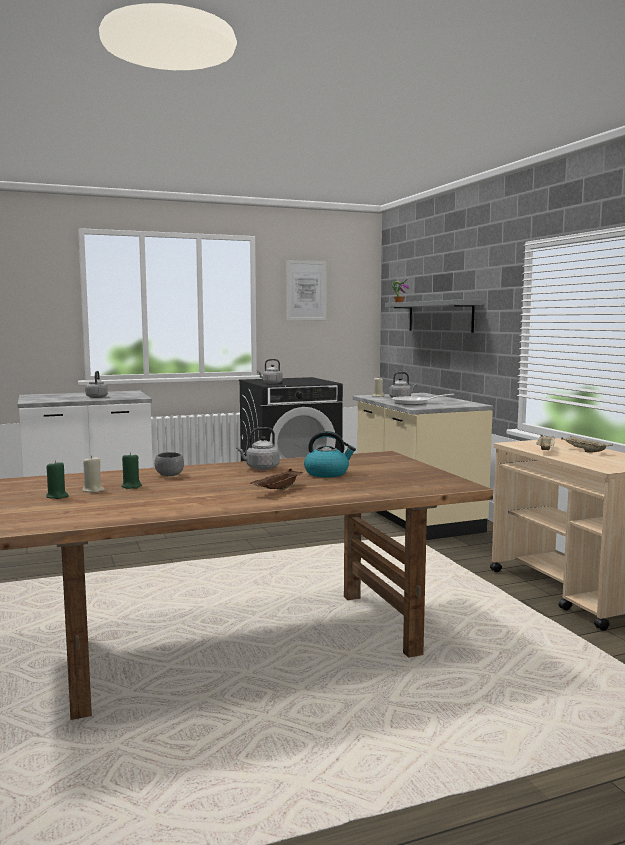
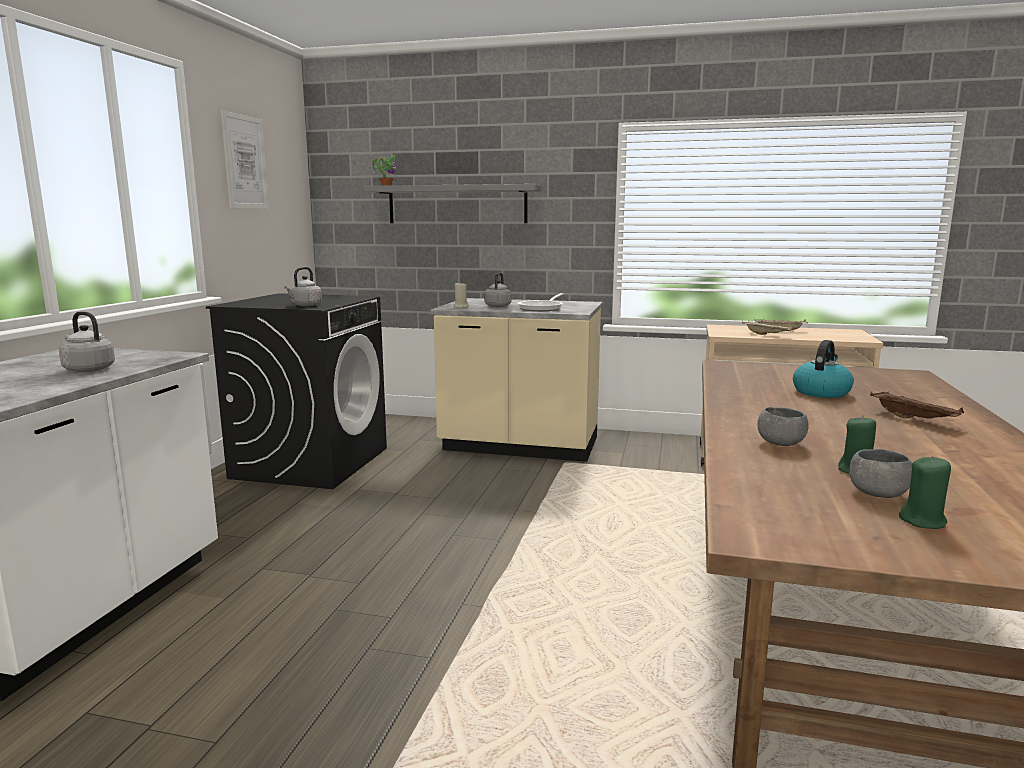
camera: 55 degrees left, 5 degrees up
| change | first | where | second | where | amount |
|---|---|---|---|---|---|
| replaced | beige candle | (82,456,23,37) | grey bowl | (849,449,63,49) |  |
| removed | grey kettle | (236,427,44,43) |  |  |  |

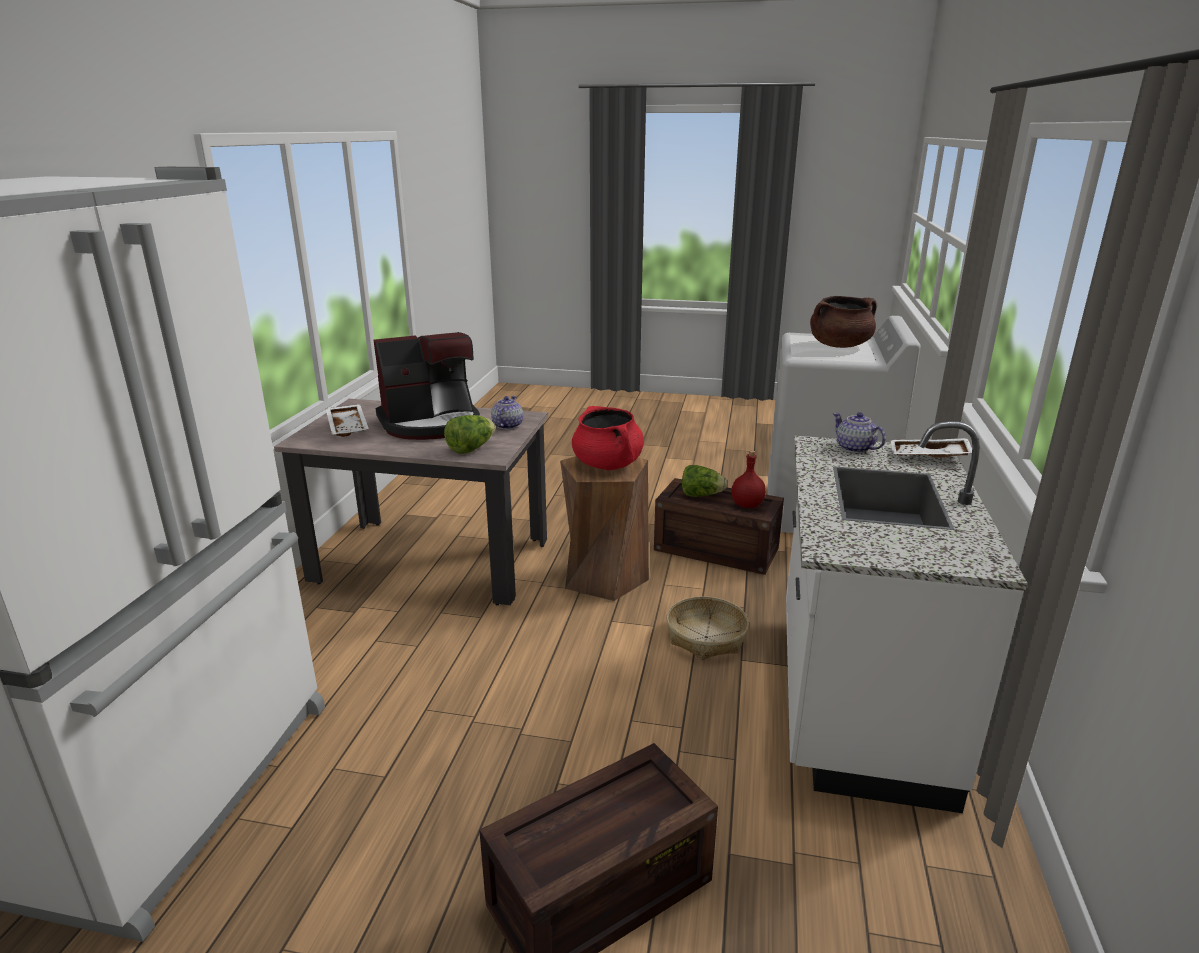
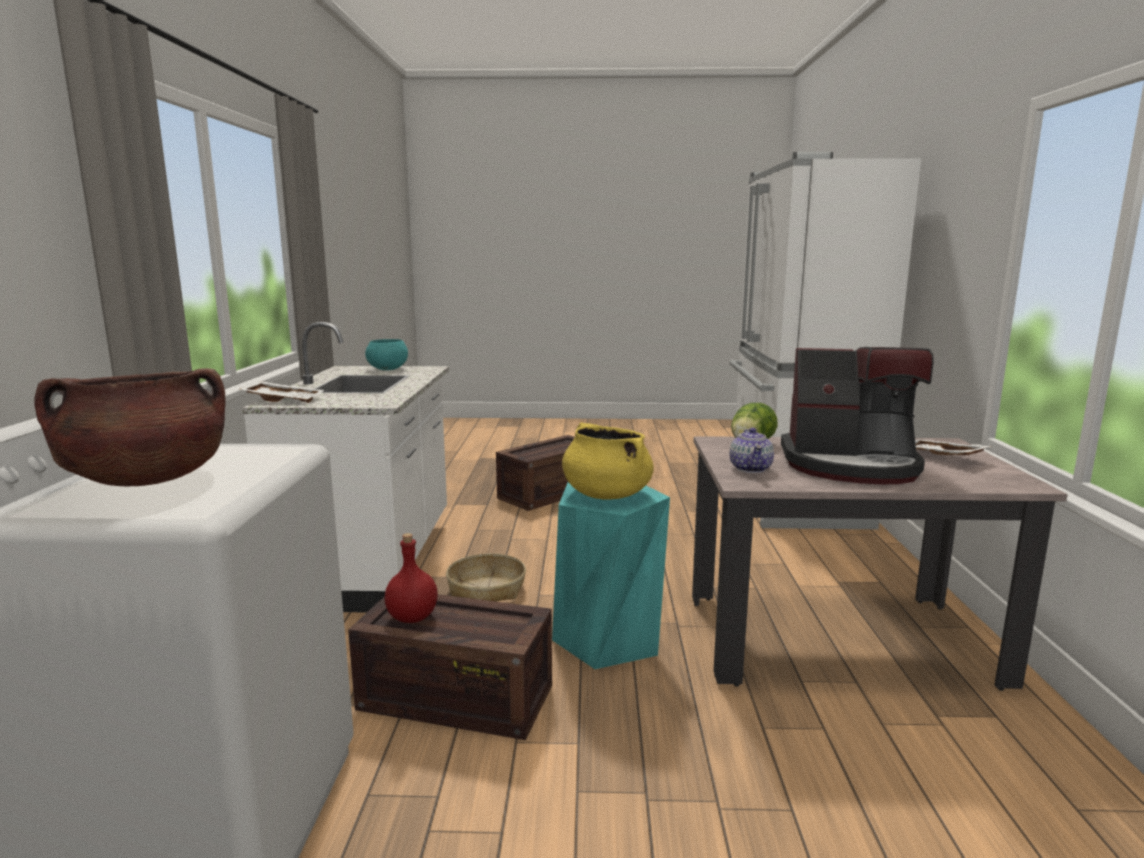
camera: 170 degrees right, 10 degrees down
| change | first | where | second | where | amount |
|---|---|---|---|---|---|
| added |  |  | turquoise bowl | (365,339,43,31) |  |
| recoloured | brown stool | (560,456,89,145) | turquoise stool | (552,482,118,187) |  |
| recoloured | red cooking pot | (572,406,72,64) | yellow cooking pot | (562,422,92,78) |  |
| turned | coffee machine | (374,332,106,108) |  | (781,347,152,137) | 135 degrees counterclockwise |
| removed | lettuce | (682,465,45,32) |  |  |  |
| removed | teapot | (833,412,53,41) |  |  |  |

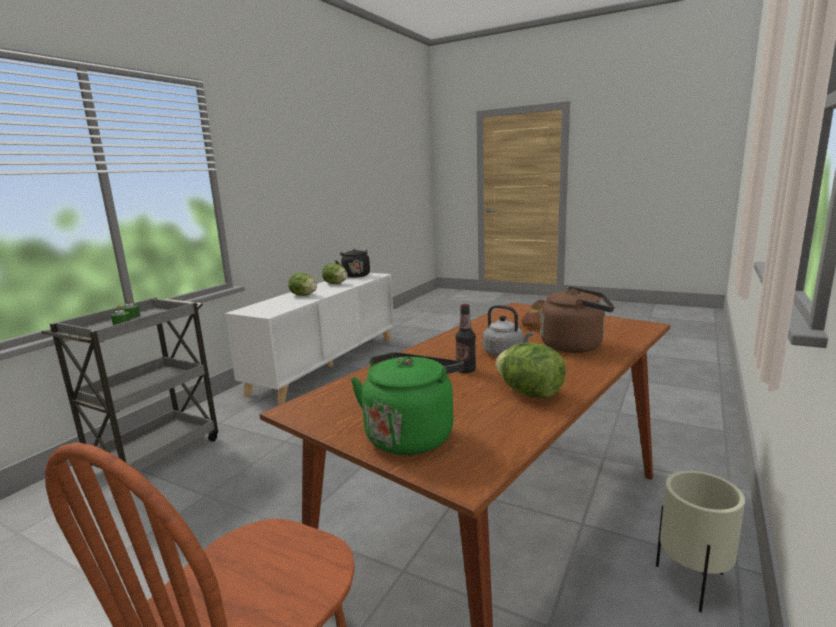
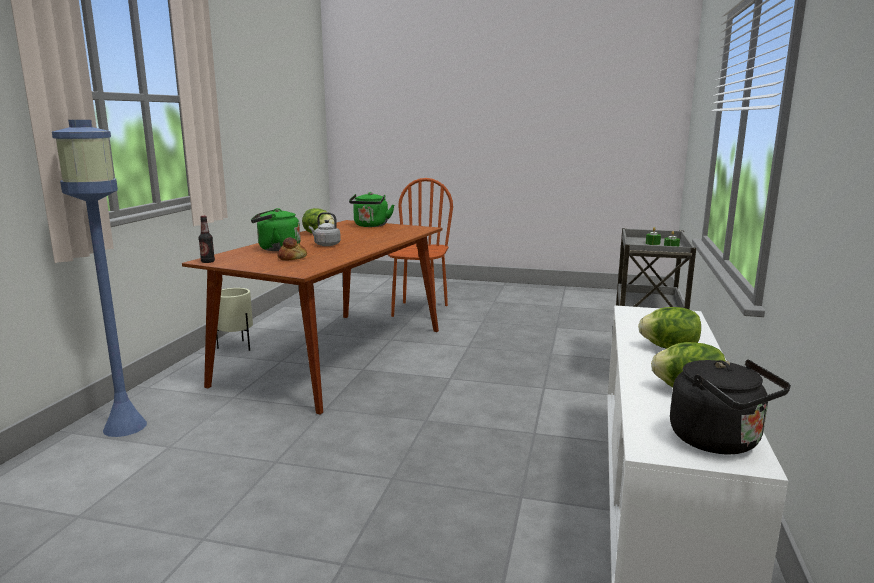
camera: 165 degrees right, 0 degrees up
| change | first | where | second | where | amount |
|---|---|---|---|---|---|
| added |  |  | blue floor lamp | (52,120,95,317) |  |
| moved | bottle | (456,304,20,69) |  | (198,216,17,47) |  |
| recoloured | brown kettle | (540,286,75,67) | green kettle | (251,208,50,43) |  |

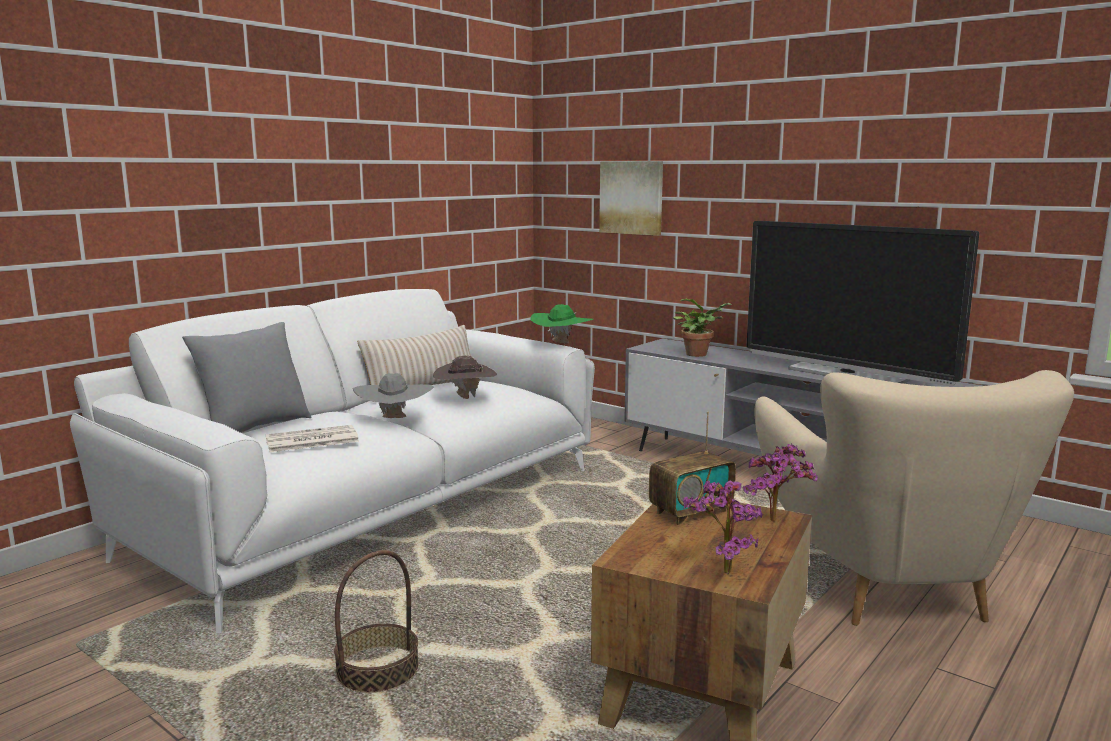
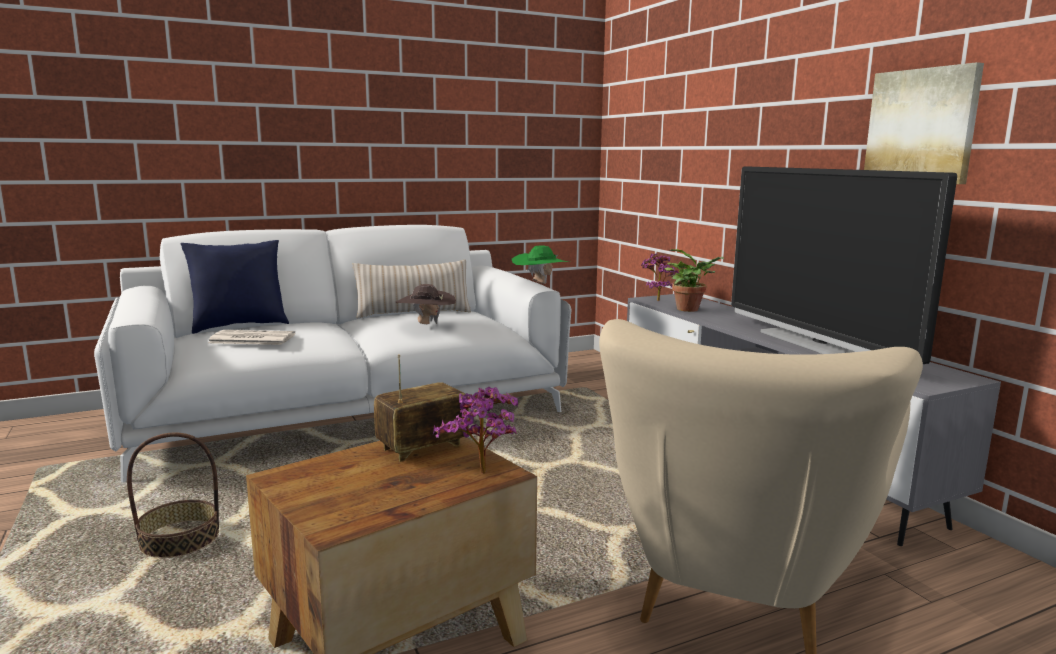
camera: 25 degrees right, 0 degrees up
| change | first | where | second | where | amount |
|---|---|---|---|---|---|
| recoloured | grey pillow | (182,322,130,111) | blue pillow | (181,240,108,94) |  |
| turned | radio | (649,412,87,113) |  | (374,355,95,107) | 150 degrees clockwise |
| moved | potted plant | (683,480,79,94) |  | (641,253,37,48) |  |
| moved | picture | (599,161,64,75) |  | (864,62,120,122) |  |
| removed | grey hat | (353,373,81,45) |  |  |  |

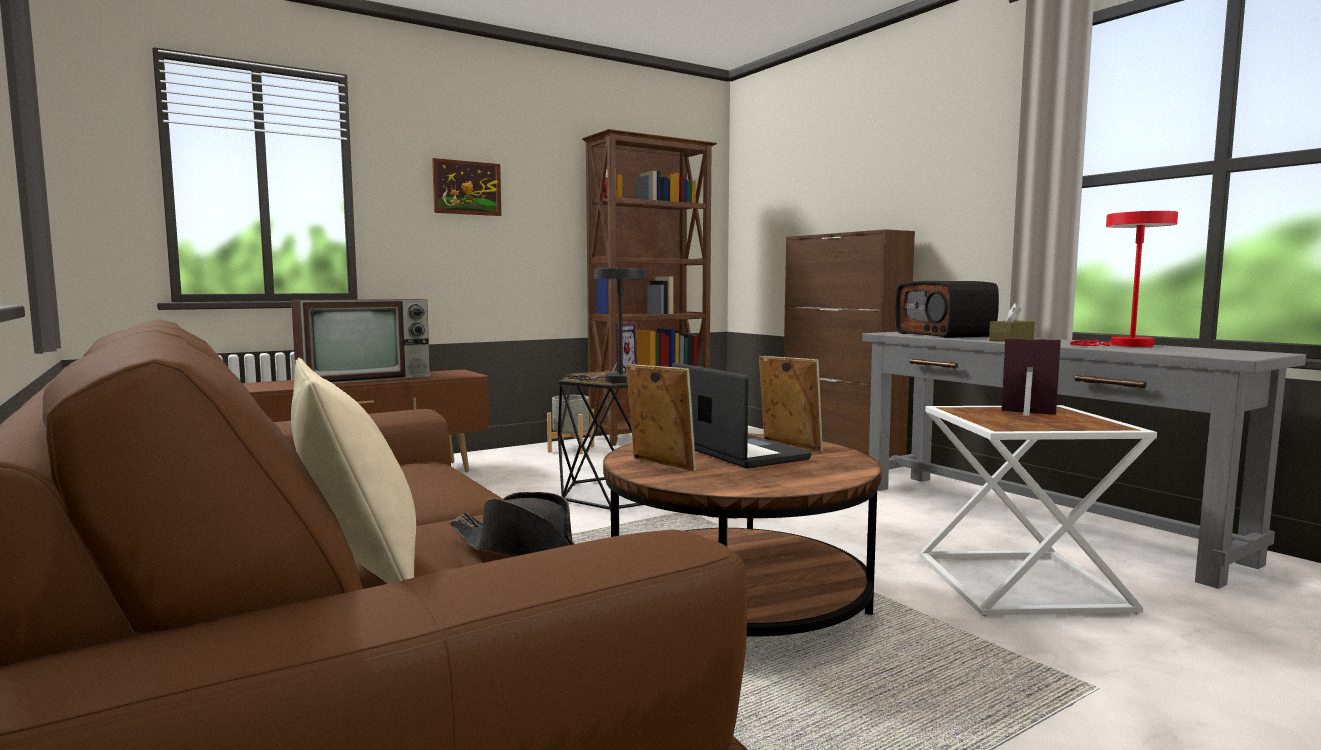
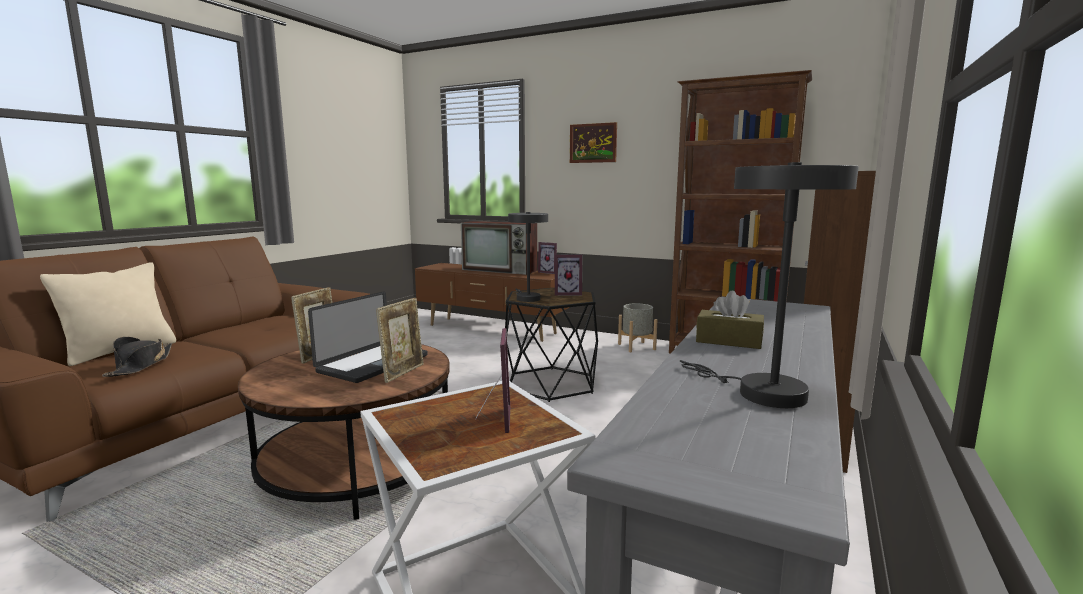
camera: 60 degrees right, 5 degrees up
| change | first | where | second | where | amount |
|---|---|---|---|---|---|
| added |  |  | picture frame | (538,242,19,32) |  |
| recoloured | red table lamp | (1070,211,108,136) | grey table lamp | (680,162,179,246) |  |
| removed | radio | (895,281,104,57) |  |  |  |

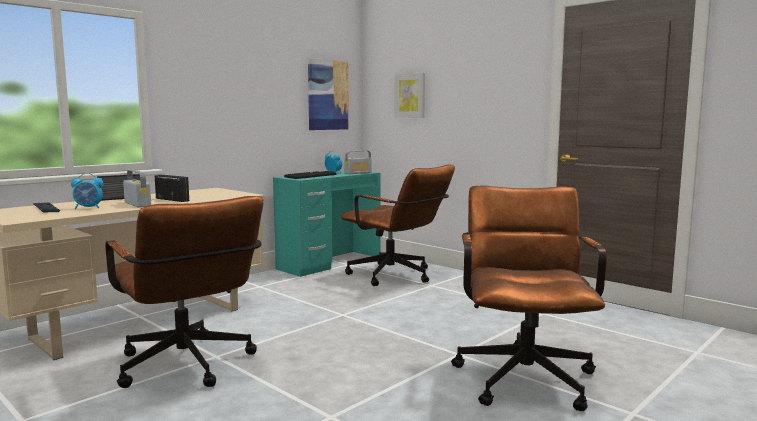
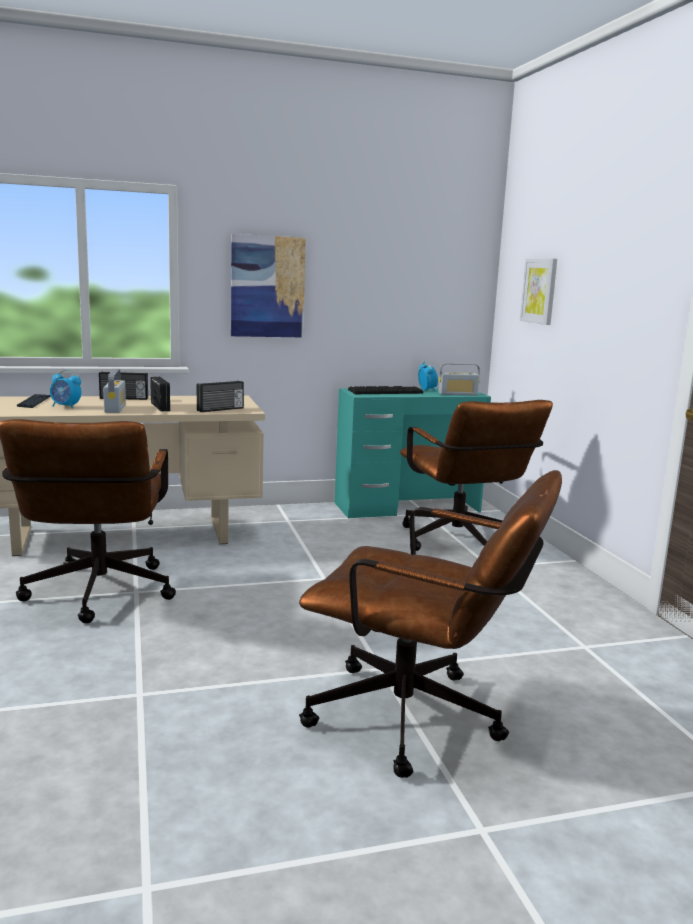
camera: 30 degrees right, 5 degrees up
| change | first | where | second | where | amount |
|---|---|---|---|---|---|
| added |  |  | radio | (197,381,47,31) |  |
| moved | picture | (308,58,41,72) |  | (231,234,75,103) |  |
| turned | brown office chair | (451,186,156,225) |  | (299,470,263,308) | 75 degrees clockwise |

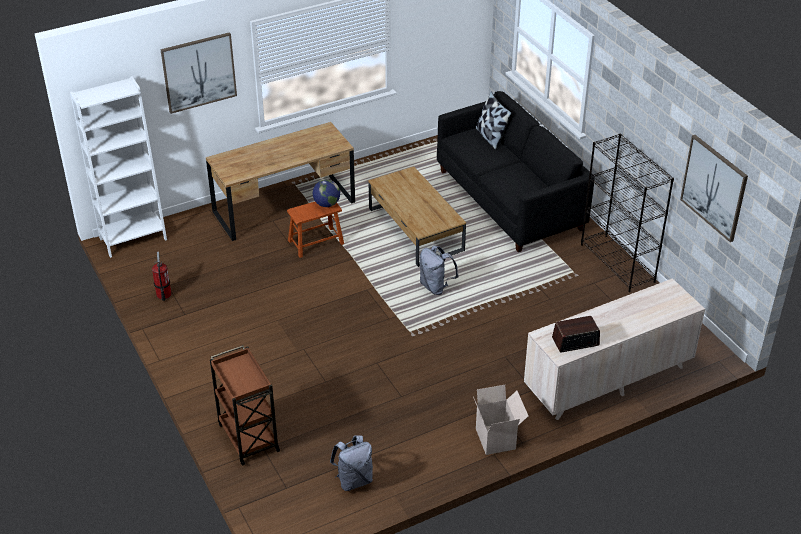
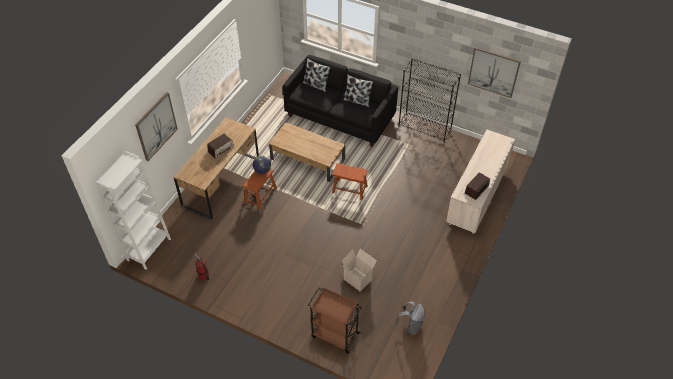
camera: 35 degrees left, 10 degrees up
| change | first | where | second | where | amount |
|---|---|---|---|---|---|
| added |  |  | radio | (207,134,27,25) |  |
| replaced | grey backpack | (420,246,39,49) | brown stool | (332,163,36,37) |  |
| moved | cardboard box | (473,385,56,70) |  | (342,249,35,42) |  |
| added |  |  | pillow | (343,74,30,33) |  |

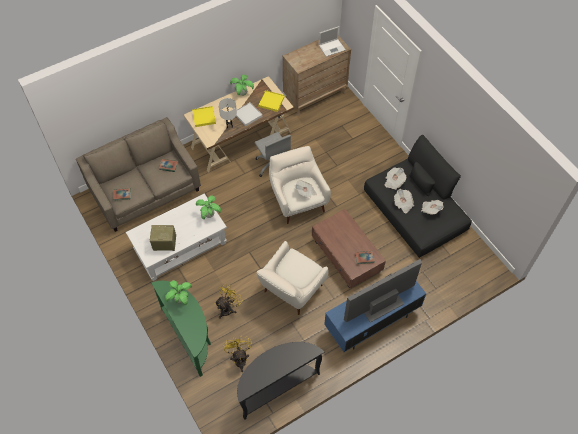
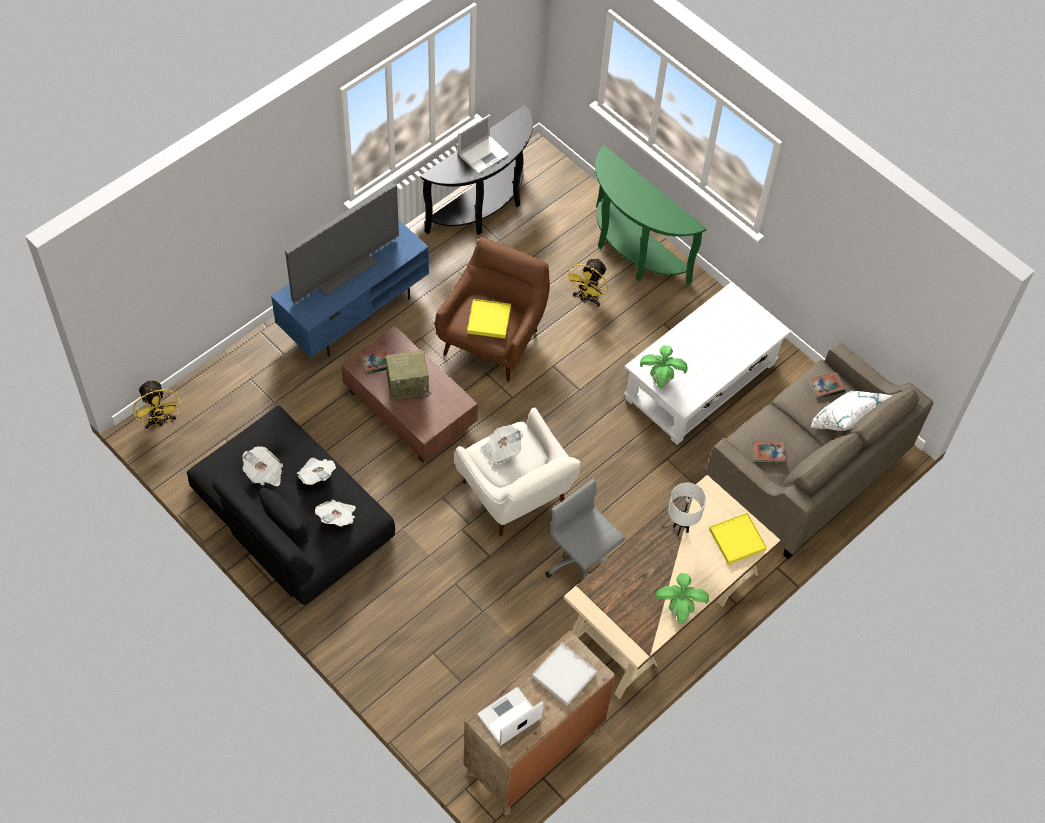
camera: 165 degrees right, 0 degrees up
| change | first | where | second | where | amount |
|---|---|---|---|---|---|
| moved | yellow fan | (224,336,28,36) |  | (133,379,48,50) |  |
| moved | radio | (150,225,26,26) |  | (385,350,46,51) |  |
| recoloured | white armchair | (257,241,71,74) | brown armchair | (435,237,115,145) |  |
| added |  |  | laptop | (458,114,51,60) |  |
| moved | yellow tray | (258,90,27,22) |  | (467,299,44,39) |  |
| moved | white tray | (236,102,26,24) |  | (532,643,65,63) |  |
| added |  |  | white pillow | (810,391,82,40) |  |
| removed | potted plant | (165,280,27,25) |  |  |  |

